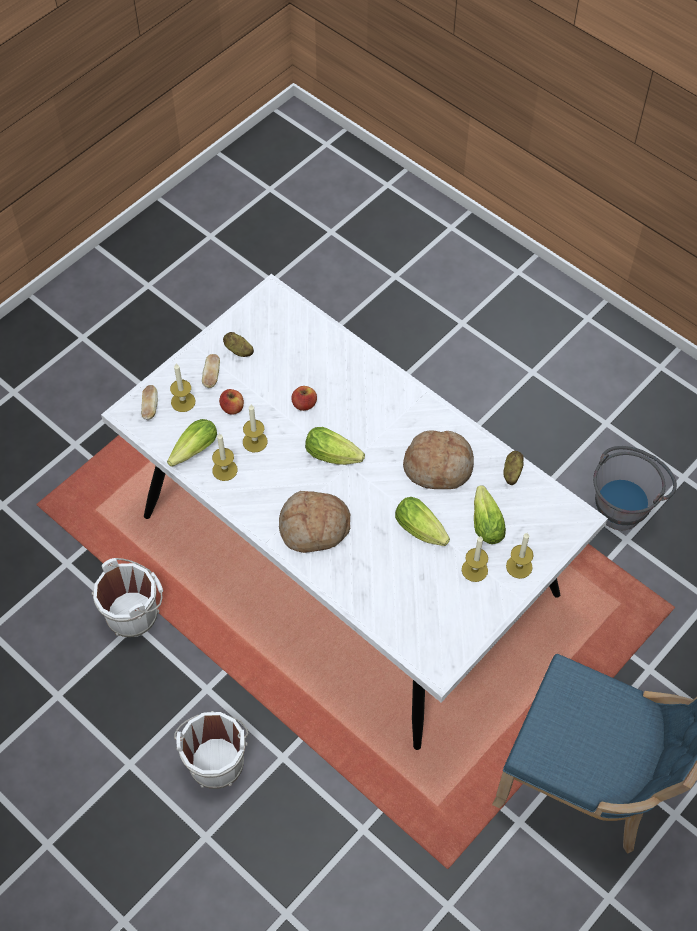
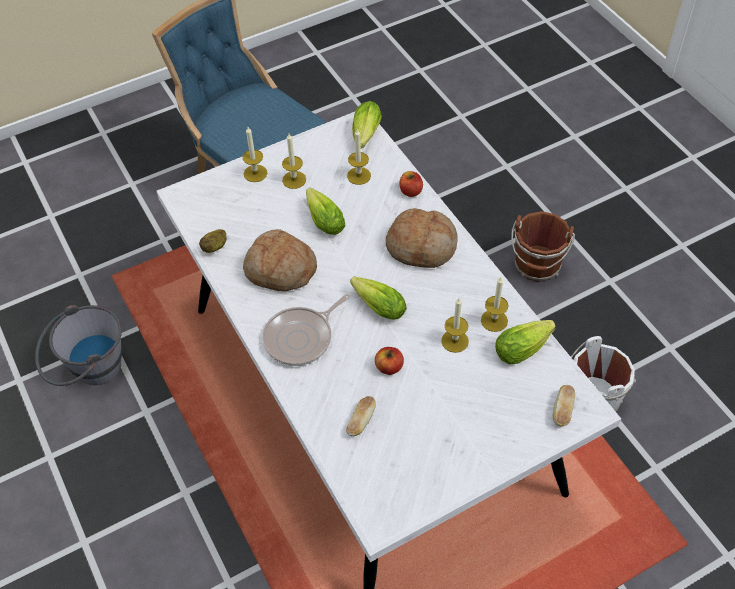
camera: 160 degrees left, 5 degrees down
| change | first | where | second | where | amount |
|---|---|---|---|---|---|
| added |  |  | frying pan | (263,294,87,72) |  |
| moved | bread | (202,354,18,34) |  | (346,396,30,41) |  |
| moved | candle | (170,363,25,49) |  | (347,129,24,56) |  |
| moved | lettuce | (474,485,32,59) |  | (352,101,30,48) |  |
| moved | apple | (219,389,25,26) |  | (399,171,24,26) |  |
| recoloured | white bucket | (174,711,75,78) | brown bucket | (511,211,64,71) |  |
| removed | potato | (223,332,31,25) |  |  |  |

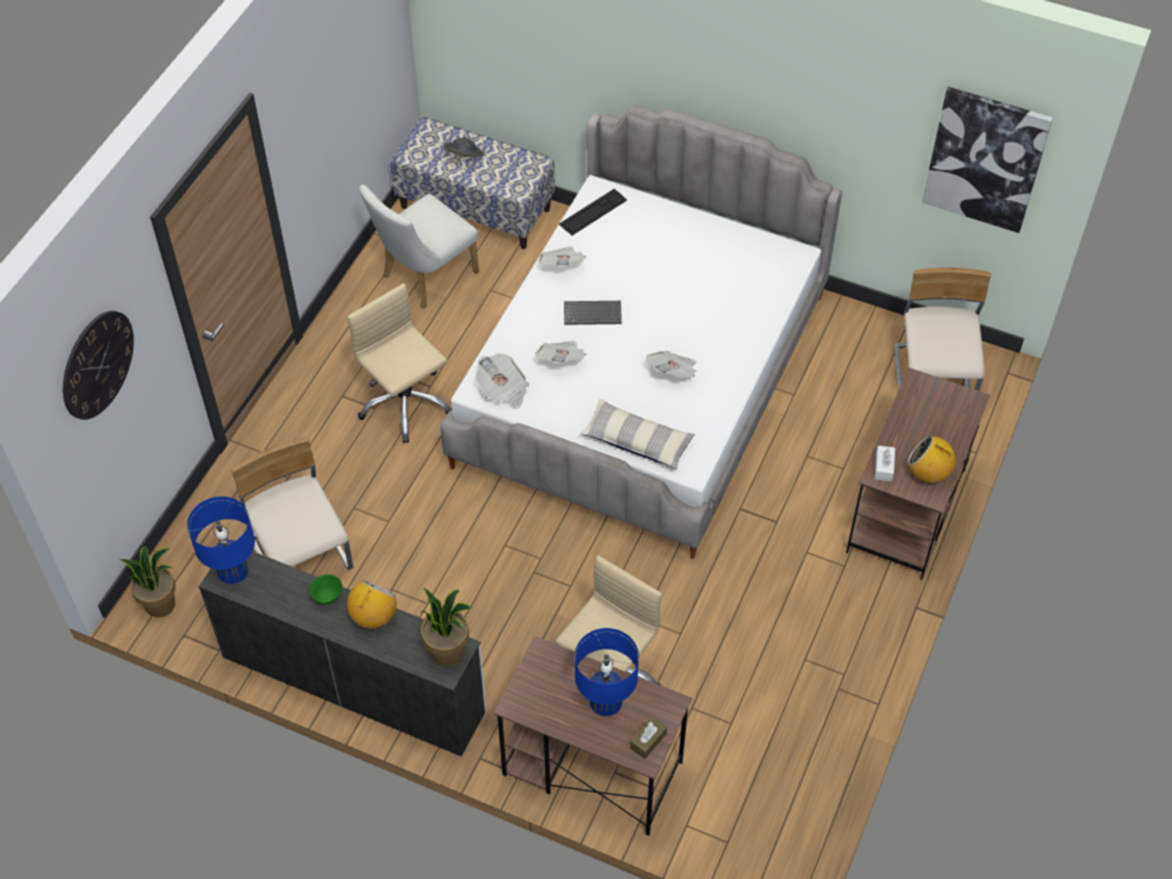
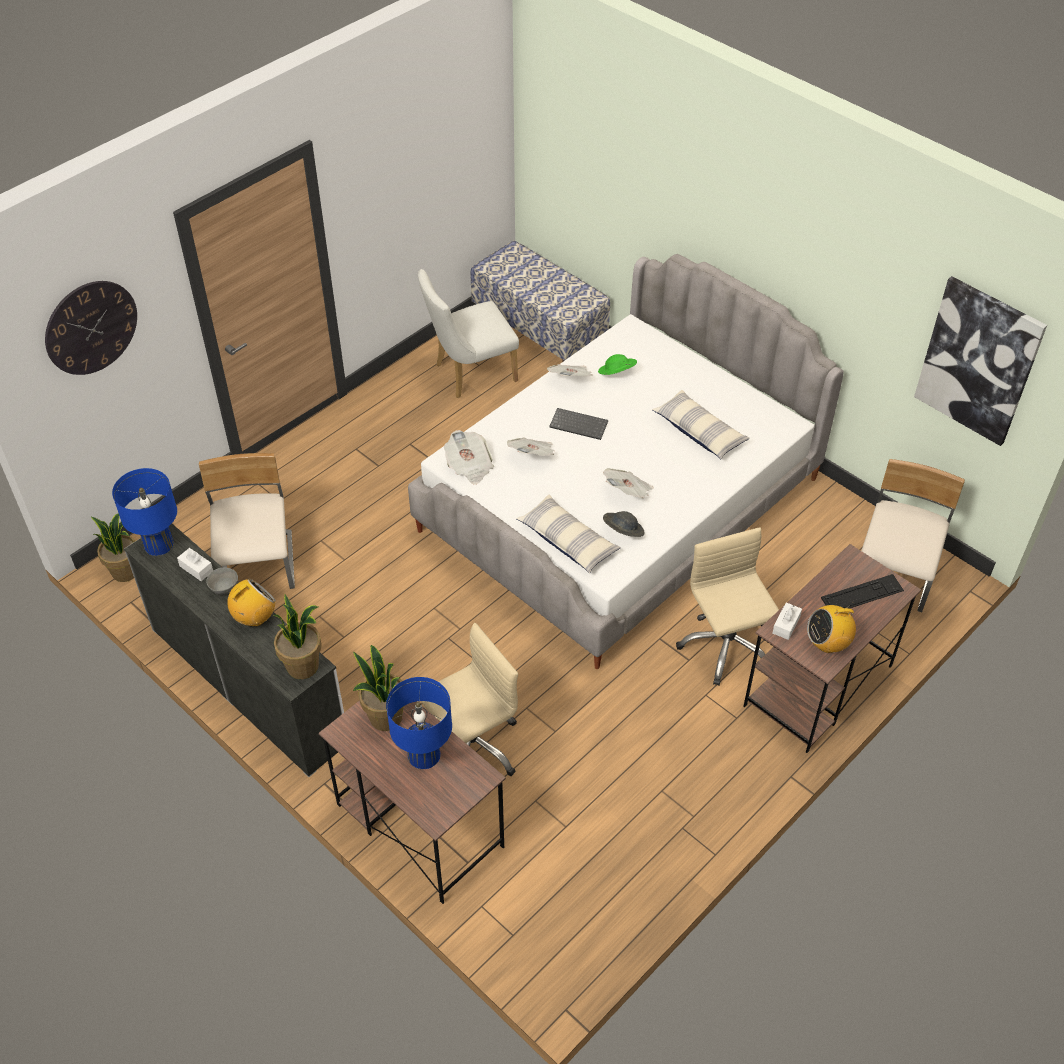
camera: 20 degrees right, 5 degrees down
| change | first | where | second | where | amount |
|---|---|---|---|---|---|
| added |  |  | white tissue box | (177,548,36,33) |  |
| recoloured | green bowl | (309,574,33,31) | grey bowl | (206,567,32,28) |  |
| added |  |  | potted plant | (353,645,51,86) |  |
| added |  |  | green hat | (598,354,39,21) |  |
| moved | grey hat | (444,138,40,19) |  | (603,511,42,26) |  |
| added |  |  | pillow | (652,390,98,69) |  |
| moved | beige office chair | (347,283,105,160) |  | (676,527,103,159) |  |
| turned | radio | (908,436,55,47) |  | (807,602,49,51) | 60 degrees counterclockwise |
| moved | keyboard | (559,188,68,47) |  | (821,574,83,35) |  |
| removed | brown tissue box | (630,716,37,43) |  |  |  |

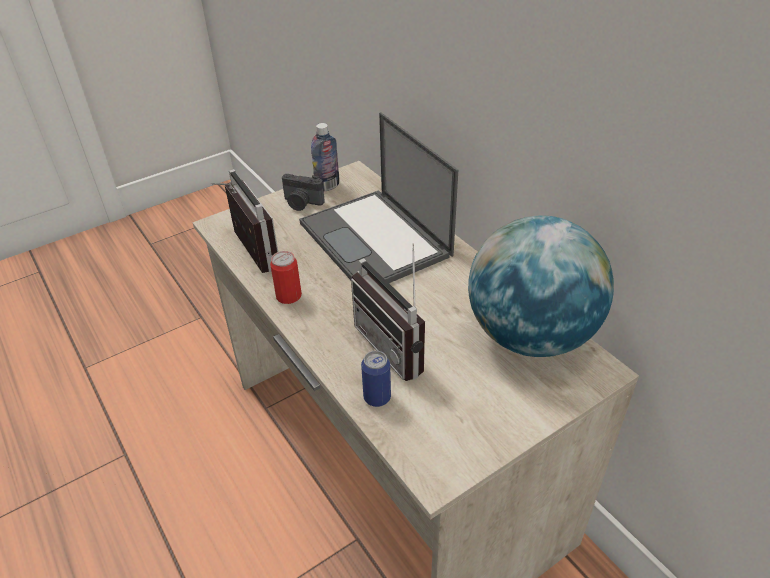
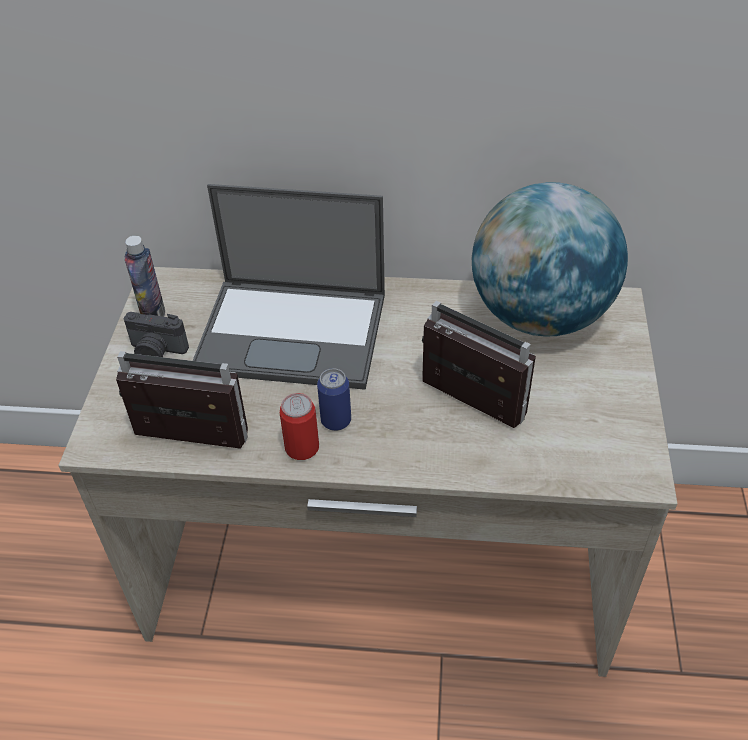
camera: 50 degrees left, 5 degrees up
| change | first | where | second | where | amount |
|---|---|---|---|---|---|
| turned | photo camera | (282,174,43,37) |  | (123,312,66,45) | 45 degrees clockwise |
| moved | can | (361,351,30,56) |  | (317,368,34,63) |  |
| turned | radio | (351,244,74,137) |  | (422,301,114,127) | 150 degrees counterclockwise |

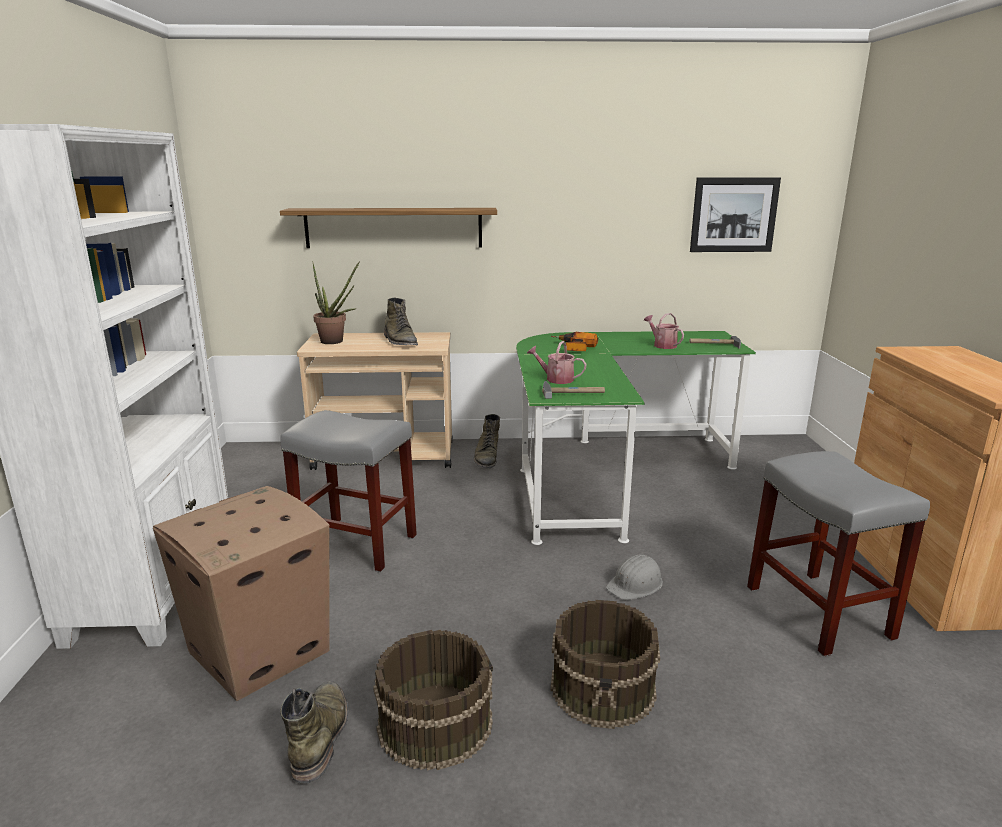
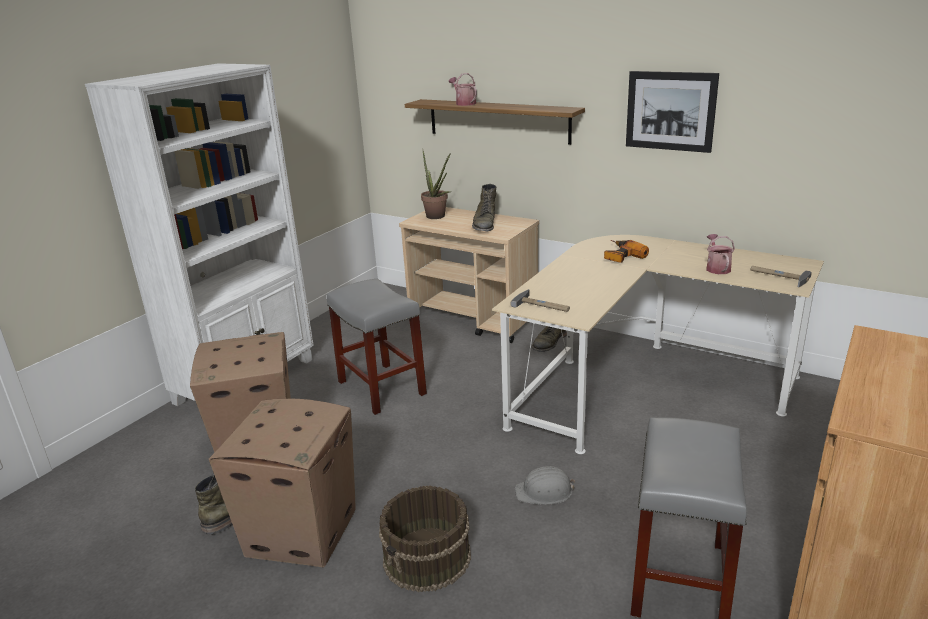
camera: 35 degrees right, 5 degrees up
| change | first | where | second | where | amount |
|---|---|---|---|---|---|
| replaced | brown bucket | (373,630,120,140) | cardboard box | (209,399,146,169) |  |
| moved | watering can | (527,341,60,43) |  | (449,73,28,33) |  |
| recoloured | green desk | (516,331,240,214) | beige desk | (492,235,332,219) |  |
| moved | picture | (690,177,91,75) |  | (626,71,93,82) |  |

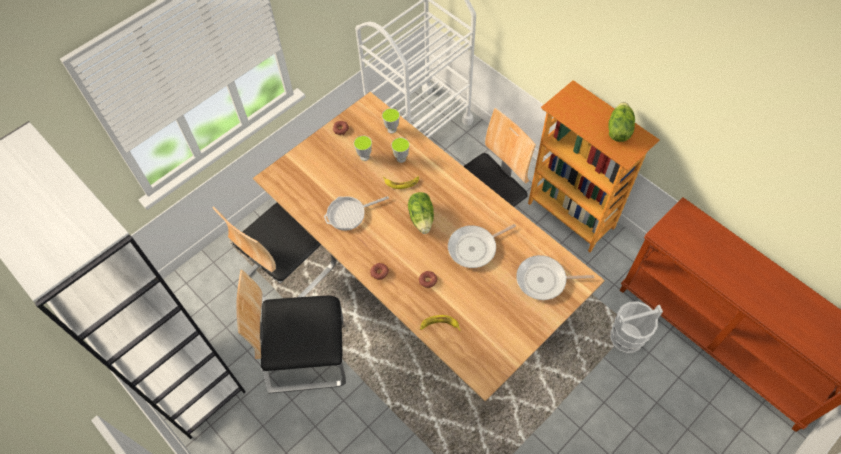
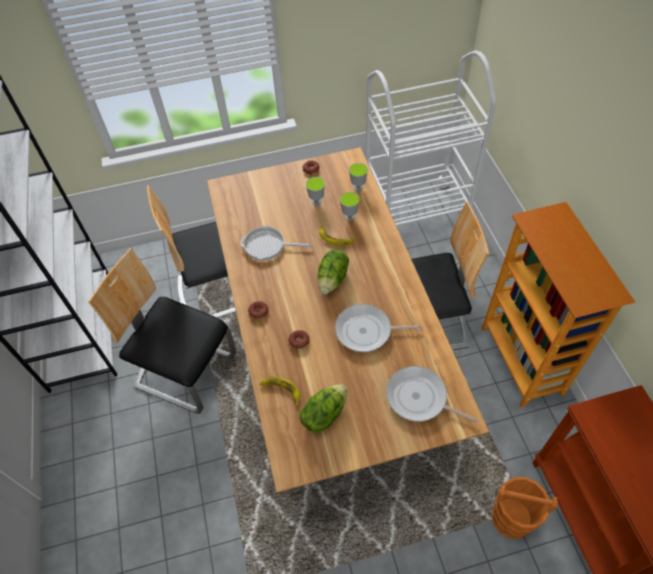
camera: 30 degrees right, 5 degrees down
| change | first | where | second | where | amount |
|---|---|---|---|---|---|
| moved | lettuce | (608,102,27,40) |  | (299,384,48,49) |  |
| recoloured | white bucket | (610,301,53,52) | orange bucket | (492,477,66,62) |  |

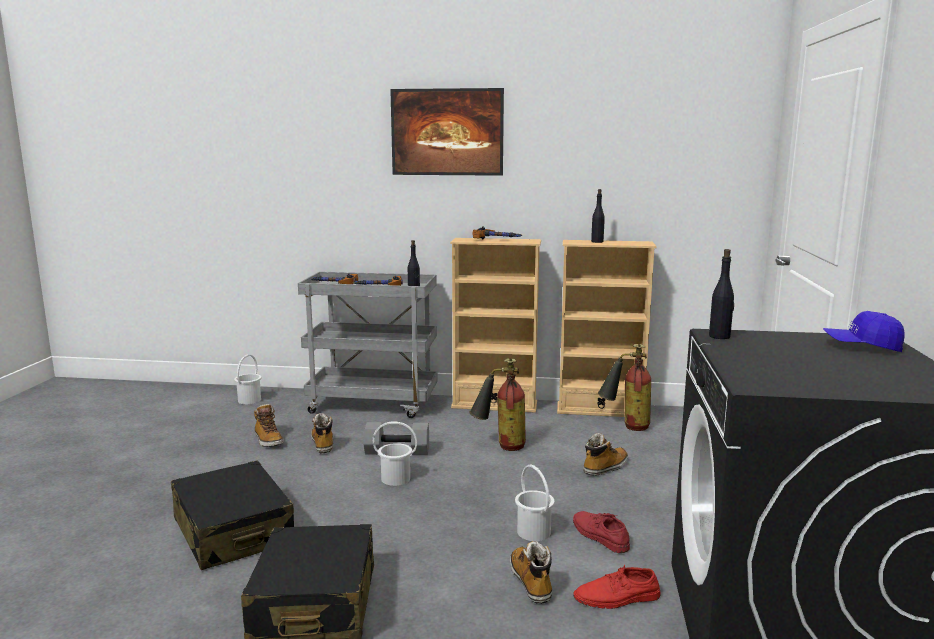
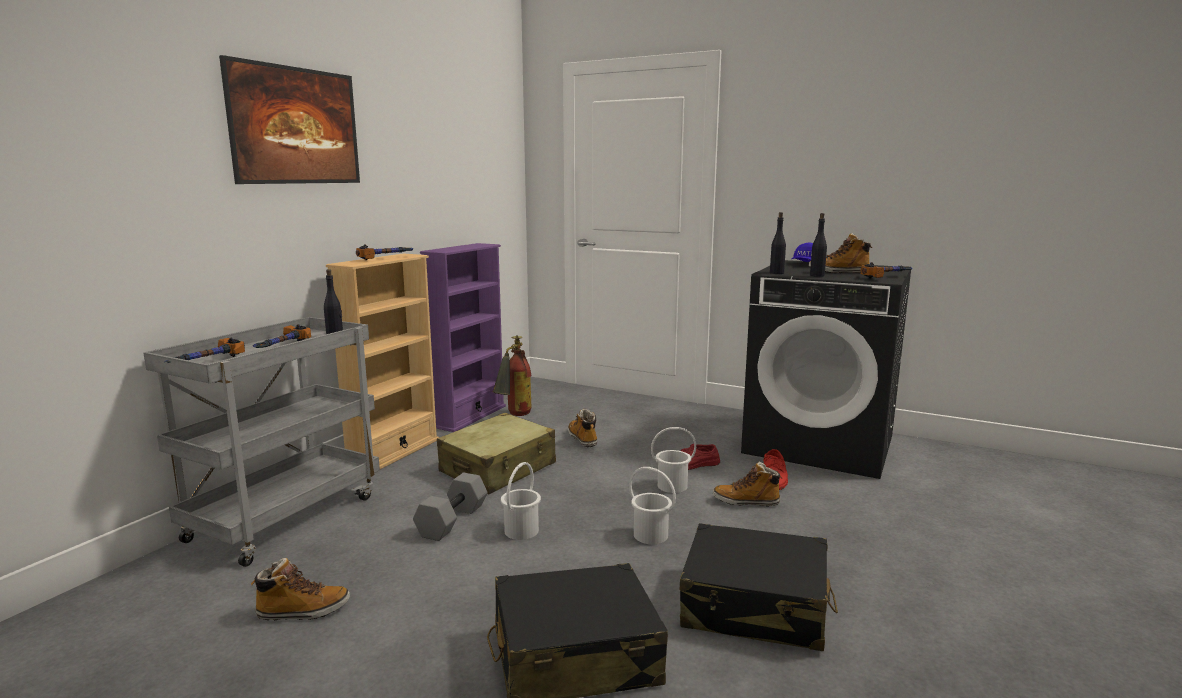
camera: 70 degrees left, 0 degrees up
| change | first | where | second | where | amount |
|---|---|---|---|---|---|
| recoloured | beige bookcase | (557,240,100,177) | purple bookcase | (420,243,86,189) |  |
| replaced | fire extinguisher | (470,358,56,93) | beige suitcase | (437,413,119,81) |  |
| moved | white bucket | (234,354,28,50) |  | (629,467,47,77) |  |
| moved | boot | (311,413,23,40) |  | (809,233,63,40) |  |
| moved | black bottle | (591,189,14,54) |  | (810,213,17,64) |  |
| added |  |  | hammer | (860,262,53,17) |  |

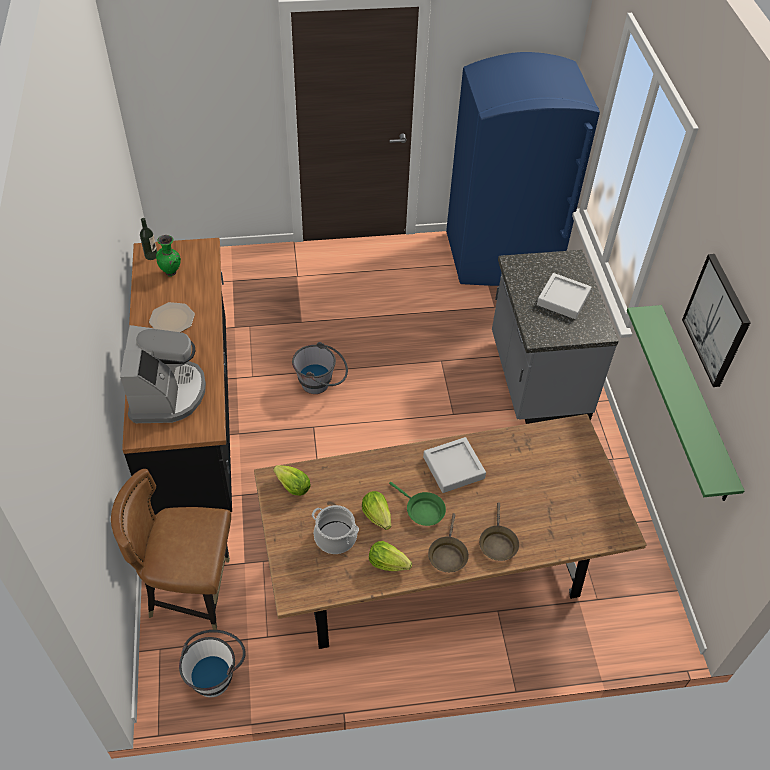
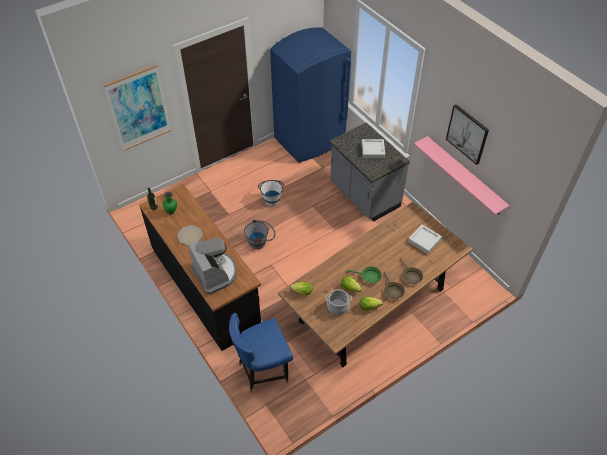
camera: 25 degrees left, 0 degrees up
| change | first | where | second | where | amount |
|---|---|---|---|---|---|
| added |  |  | picture | (103,64,68,87) |  |
| recoloured | brown chair | (111,469,120,161) | blue chair | (229,313,64,80) |  |
| moved | white bucket | (179,630,67,67) |  | (258,180,26,26) |  |
| moved | grey tray | (423,437,63,56) |  | (408,225,34,29) |  |
| recoloured | green shelf | (627,305,118,196) | pink shelf | (414,136,96,79) |  |

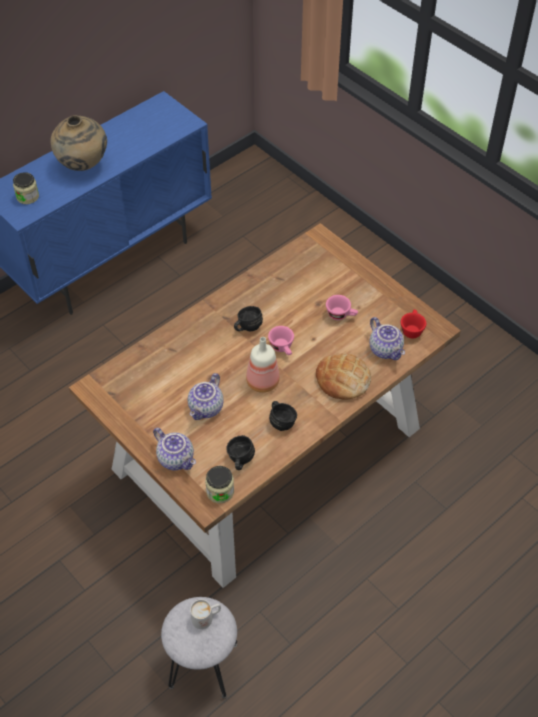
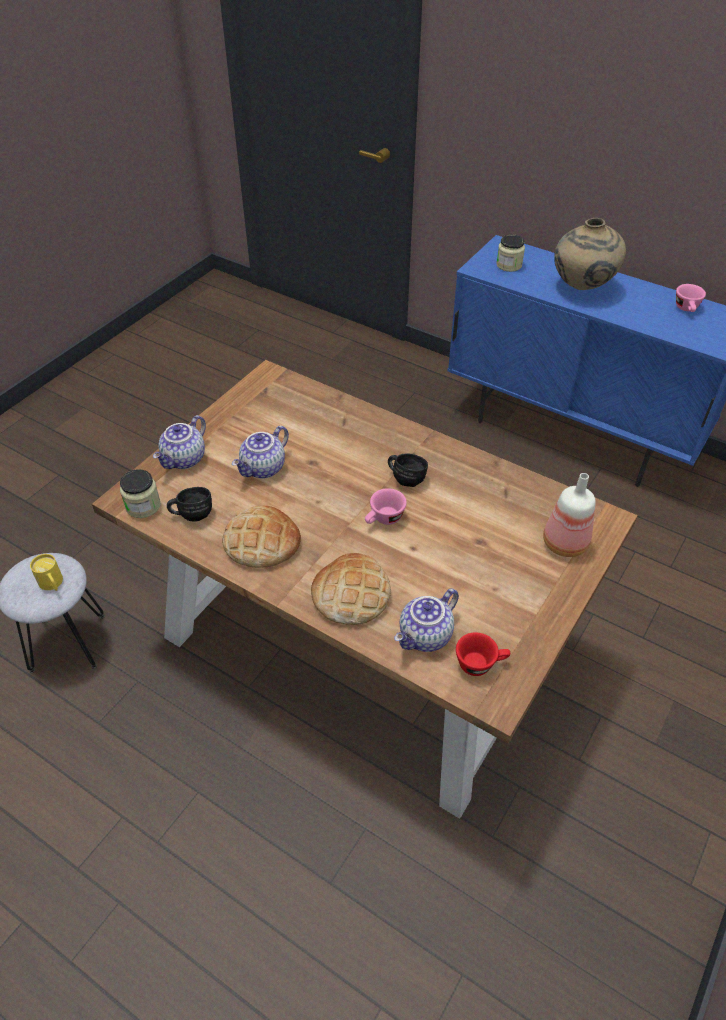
camera: 75 degrees right, 5 degrees down
| change | first | where | second | where | amount |
|---|---|---|---|---|---|
| recoloured | white mug | (190,599,31,30) | yellow mug | (30,554,33,37) |  |
| replaced | black mug | (269,401,28,30) | bread | (222,506,79,62) |  |
| turned | teapot | (188,373,35,47) |  | (232,426,57,53) | 60 degrees counterclockwise |
| moved | bottle | (246,337,34,56) |  | (543,473,53,84) |  |
| moved | pink cup | (326,295,32,25) |  | (676,284,30,28) |  |

